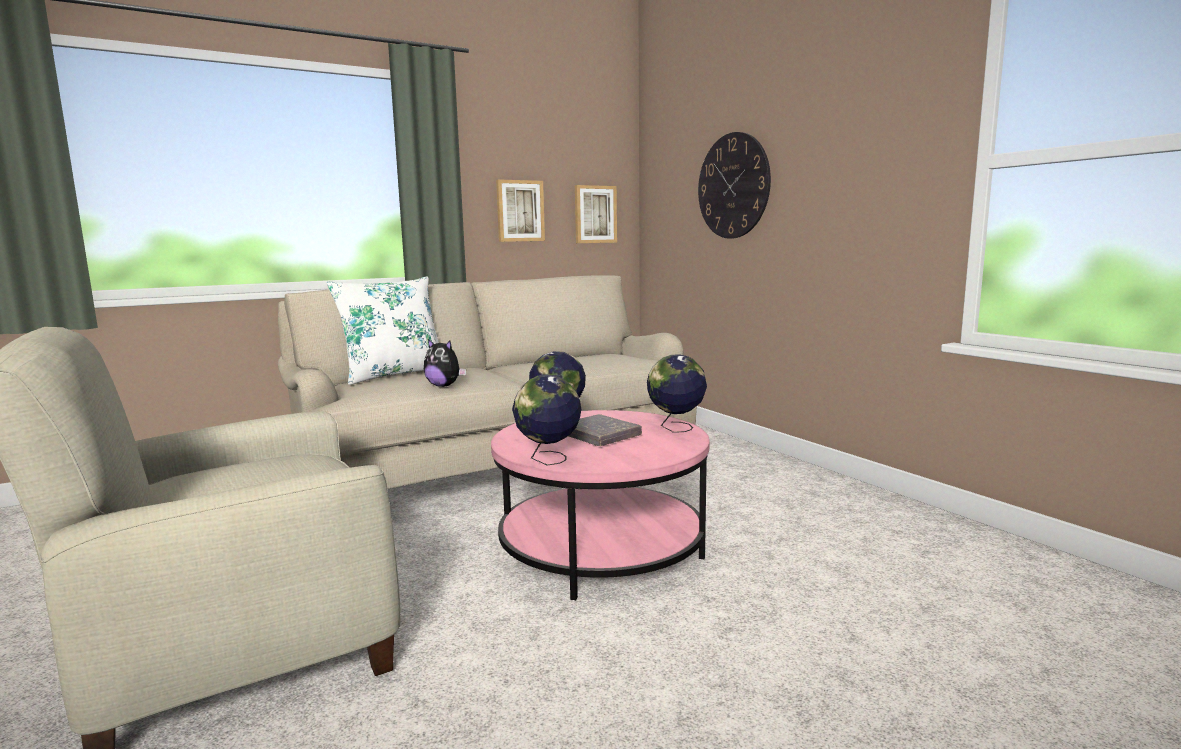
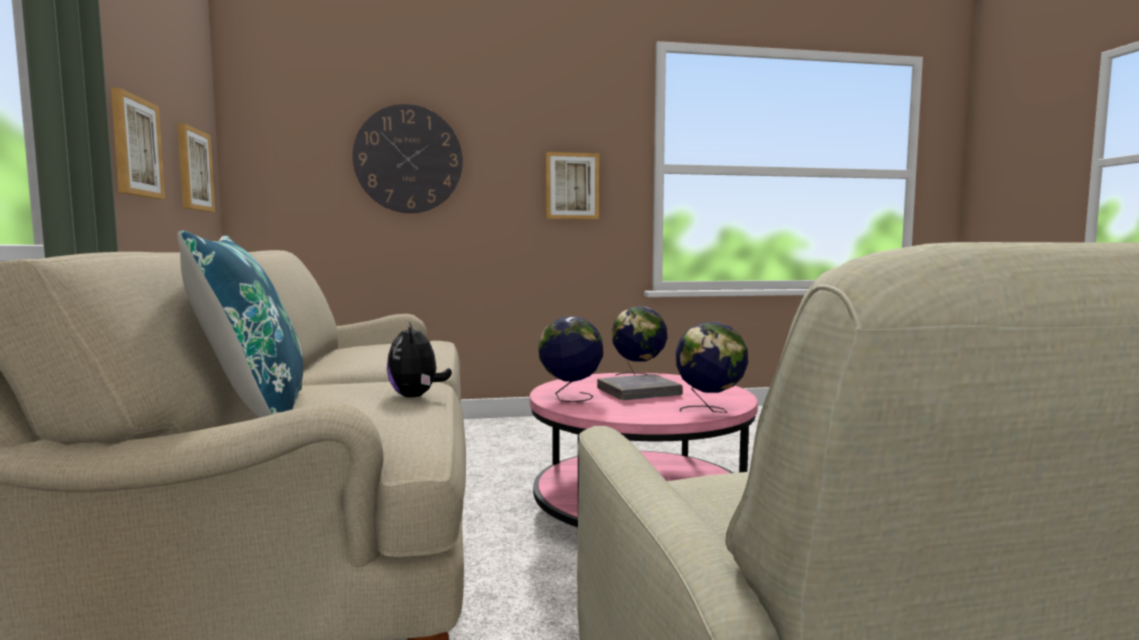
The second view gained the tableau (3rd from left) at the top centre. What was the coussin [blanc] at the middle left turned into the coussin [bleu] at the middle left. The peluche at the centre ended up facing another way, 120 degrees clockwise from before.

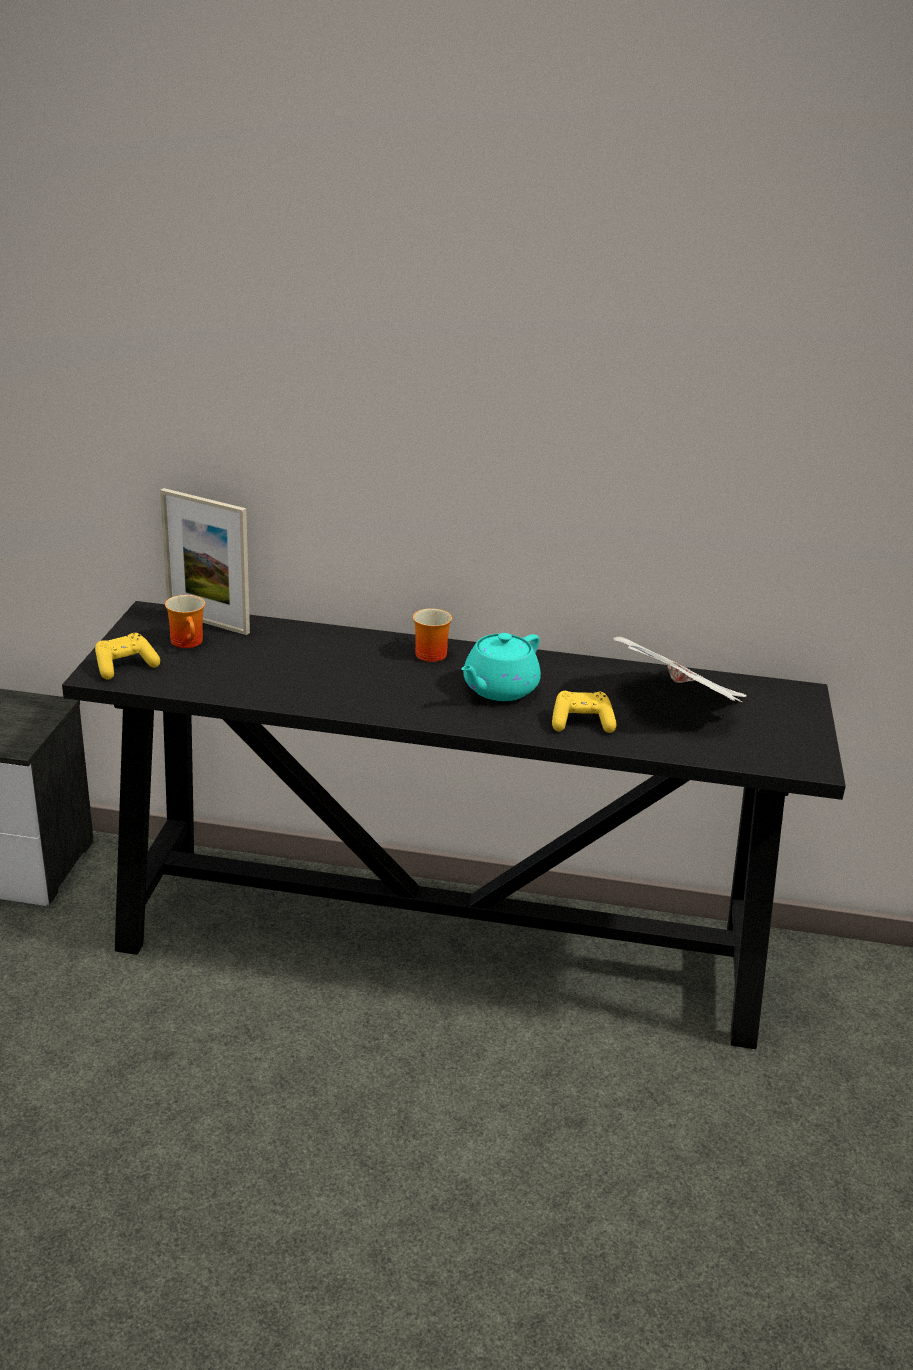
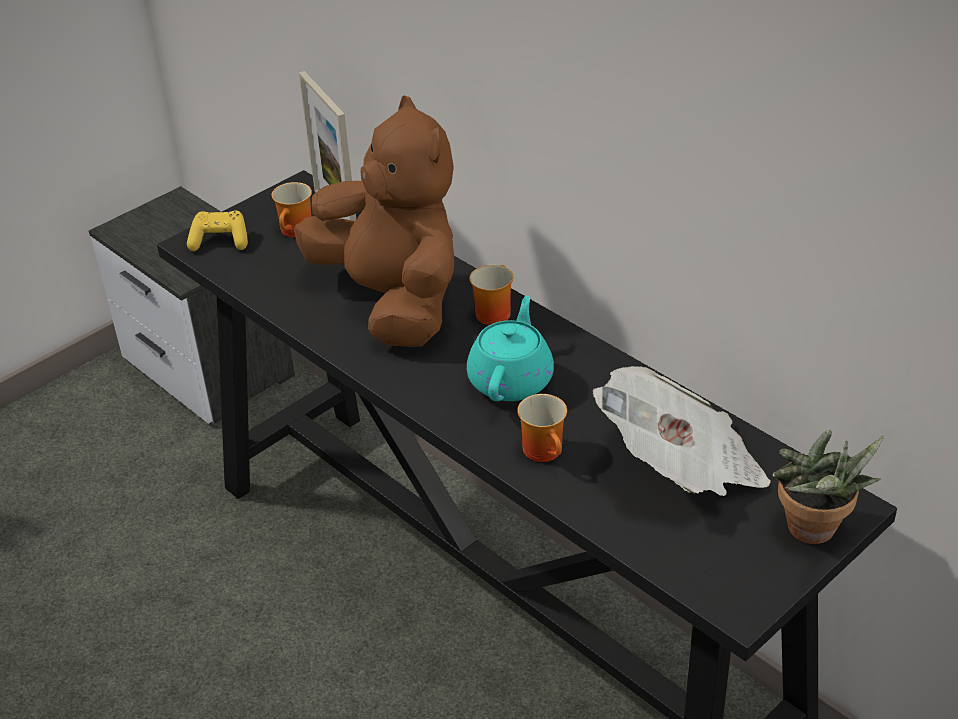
The second view gained the peluche [marron] at the top centre. The second view gained the plante en pot at the bottom right. Where the manette [jaune] (2nd from left) stood at the centre, the mug (3rd from left) came to stand at the centre. The théière [turquoise] at the centre ended up facing another way, 120 degrees clockwise from before.

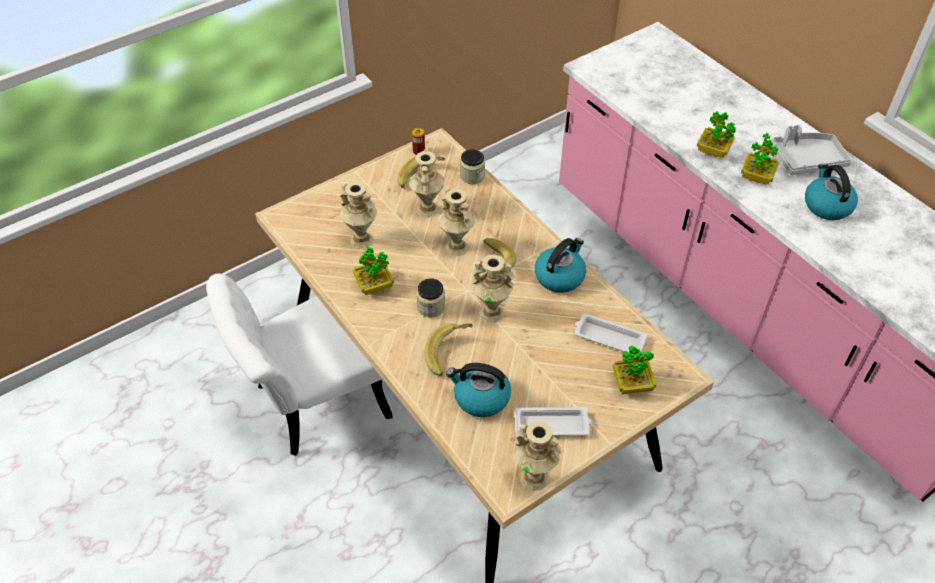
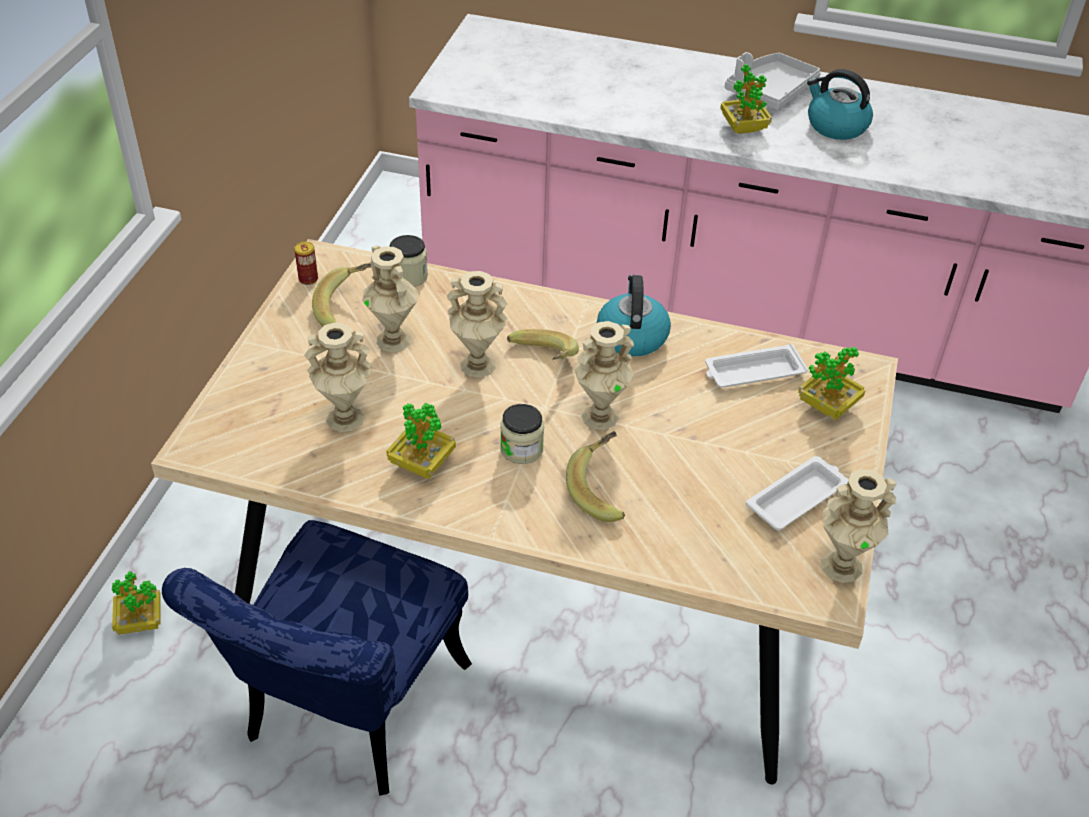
The second view lost the bouilloire (1st from left) at the bottom centre. The plante en pot (3rd from left in the first image) ended up elsewhere, having gone from the top right to the bottom left. What was the chaise [blanc] at the middle left turned into the chaise [bleu] at the bottom left.

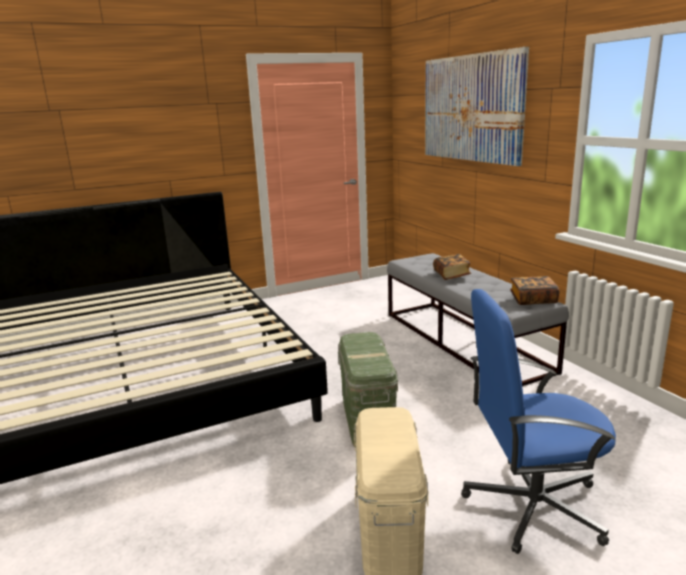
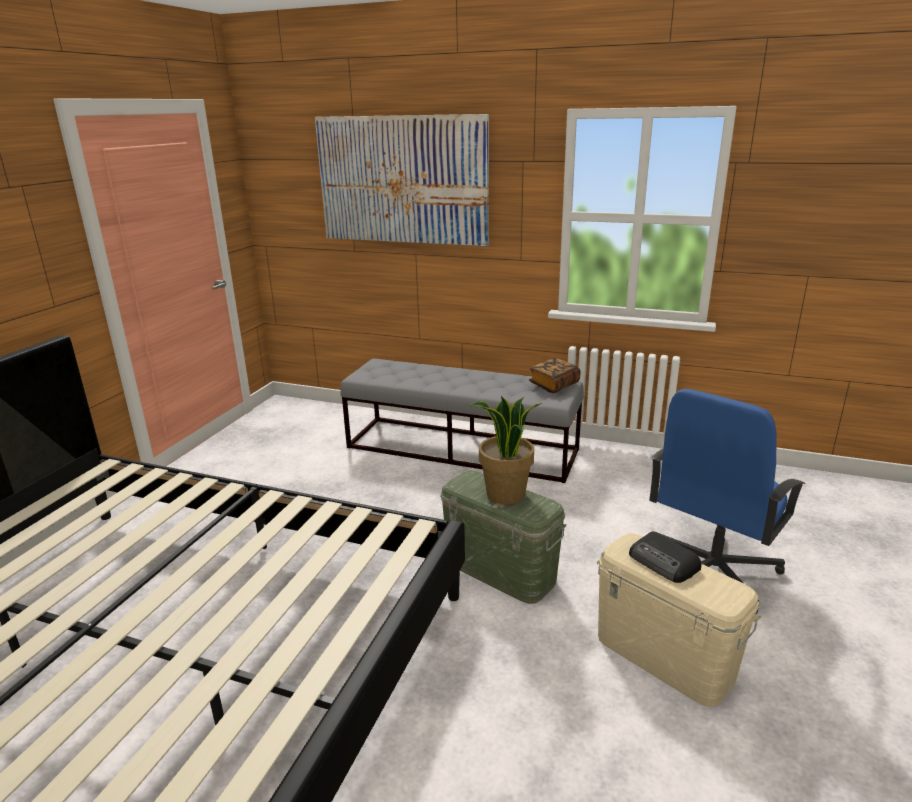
The second view lost the livre (1st from left) at the centre. The second view gained the plante en pot at the centre. The second view gained the radio at the bottom right.

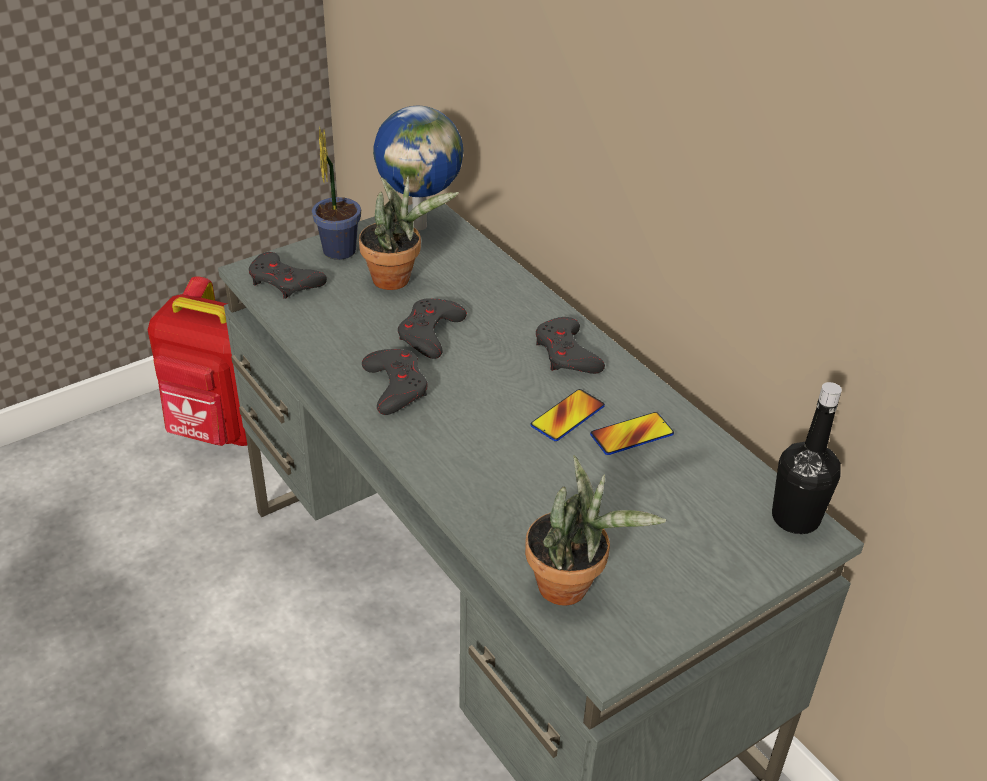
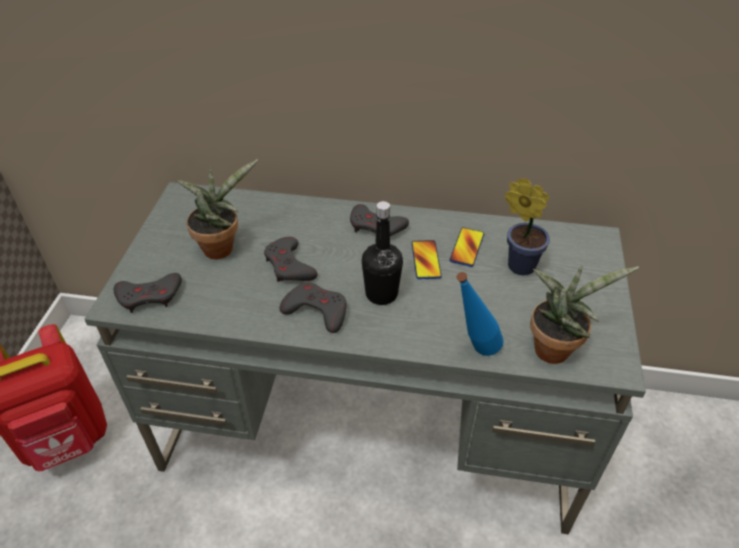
The second view lost the globe at the top centre. The second view gained the bouteille [bleu] at the centre. The plante en pot (1st from left in the first image) ended up elsewhere, having gone from the top centre to the middle right. The bouteille [noir] ended up elsewhere, having gone from the middle right to the centre.

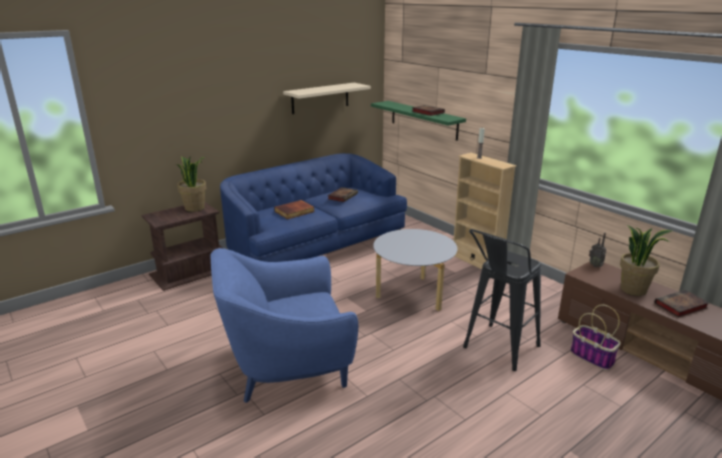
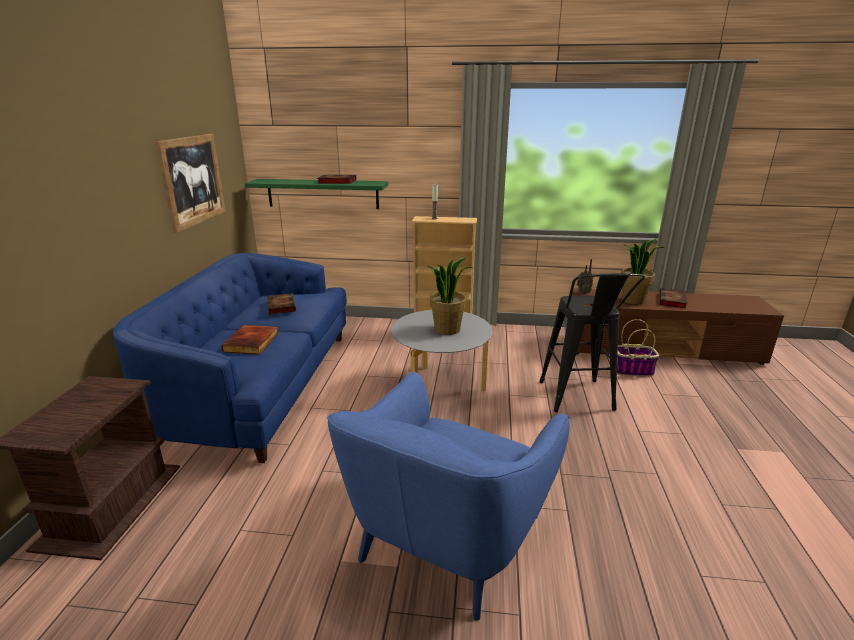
The plante en pot (1st from left) ended up elsewhere, having gone from the middle left to the centre. Where the étagère [beige] hung at the top centre, the tableau came to hang at the top left.

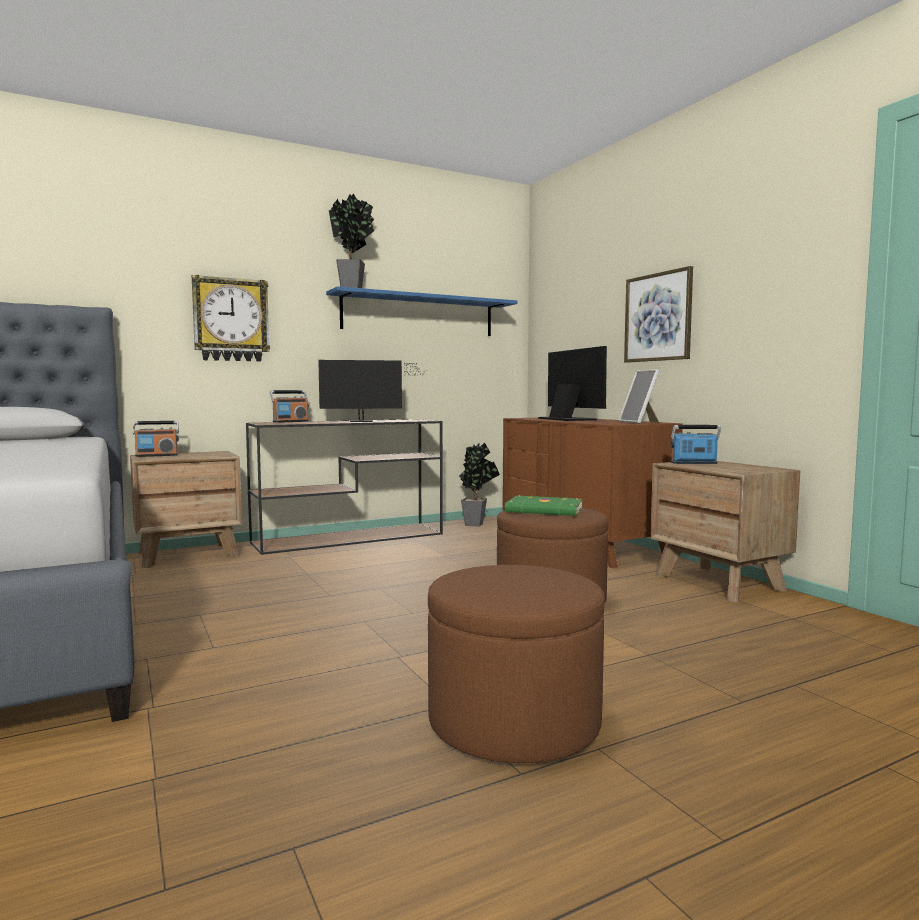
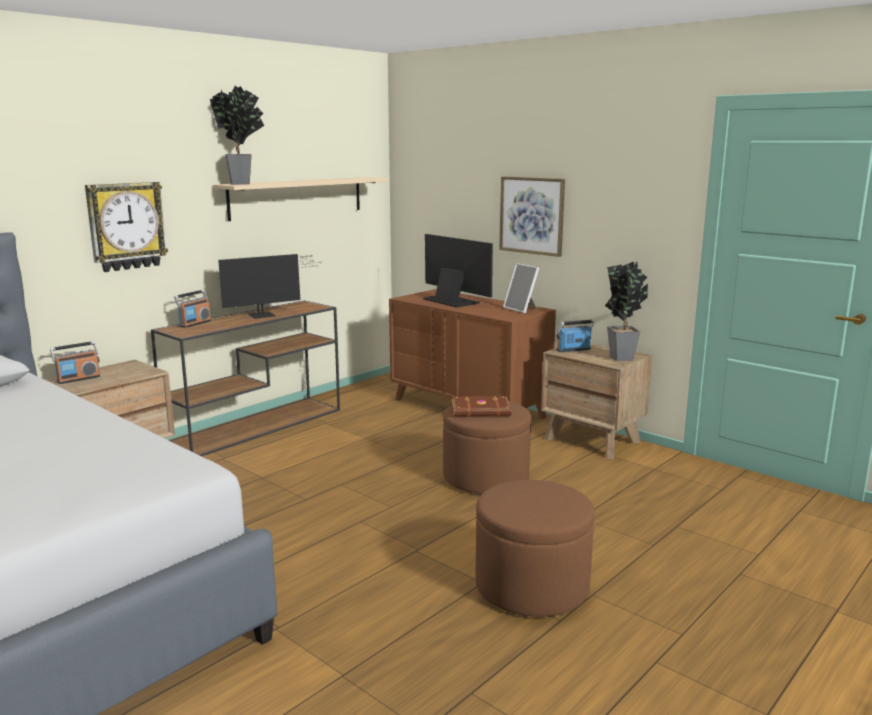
The plante en pot (2nd from left) ended up elsewhere, having gone from the centre to the middle right. What was the étagère [bleu] at the centre turned into the étagère [beige] at the top centre. What was the livre [vert] at the centre turned into the livre [marron] at the centre.

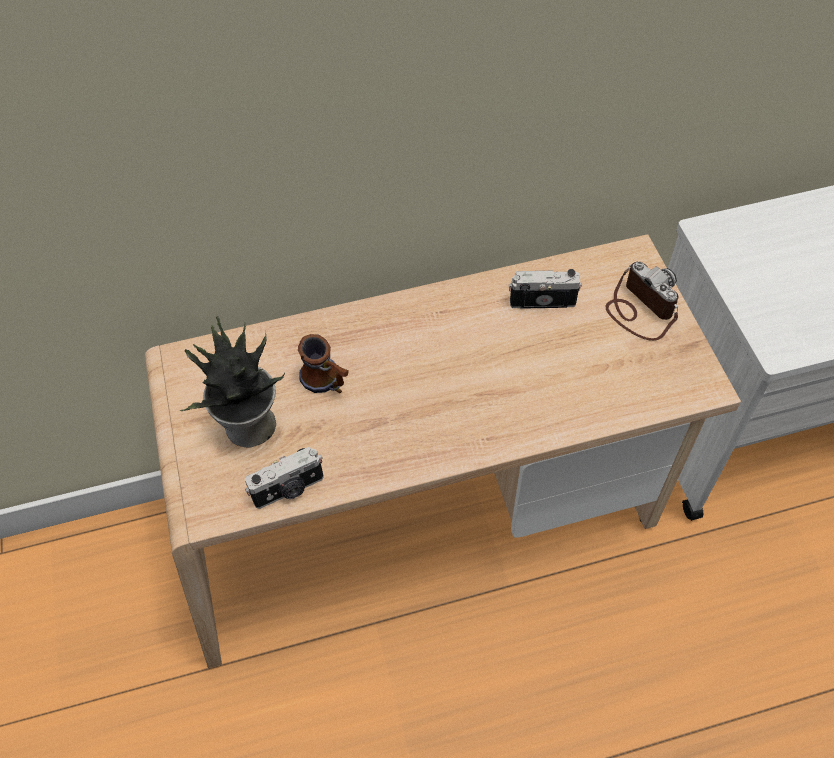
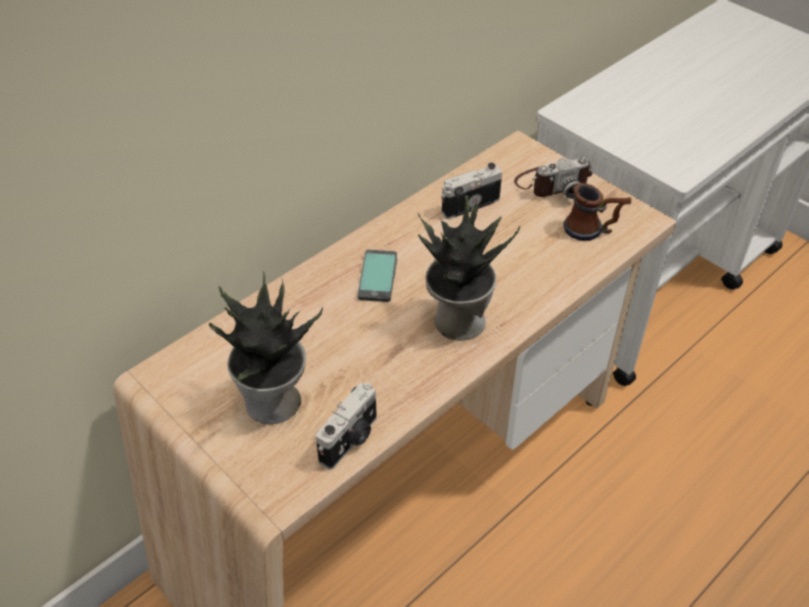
The second view gained the téléphone at the centre. The second view gained the plante en pot (2nd from left) at the centre. The mug ended up elsewhere, having gone from the centre to the middle right. The appareil photo (3rd from left) at the middle right ended up facing another way, 135 degrees clockwise from before.

